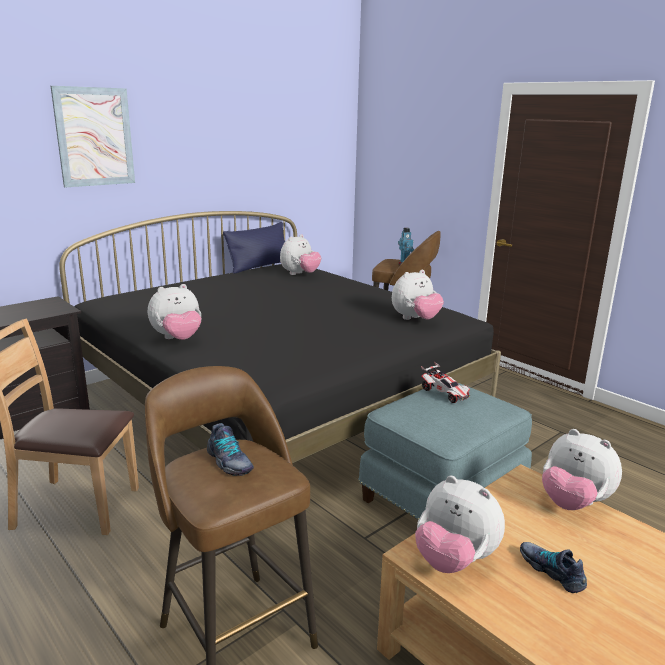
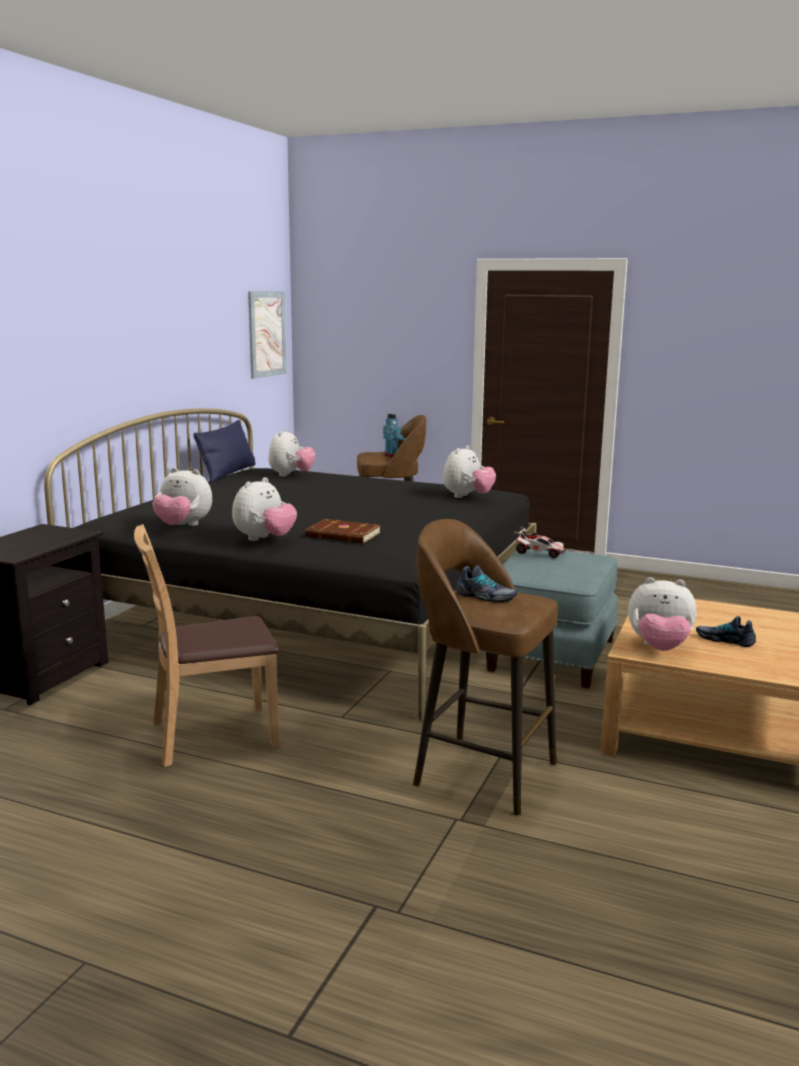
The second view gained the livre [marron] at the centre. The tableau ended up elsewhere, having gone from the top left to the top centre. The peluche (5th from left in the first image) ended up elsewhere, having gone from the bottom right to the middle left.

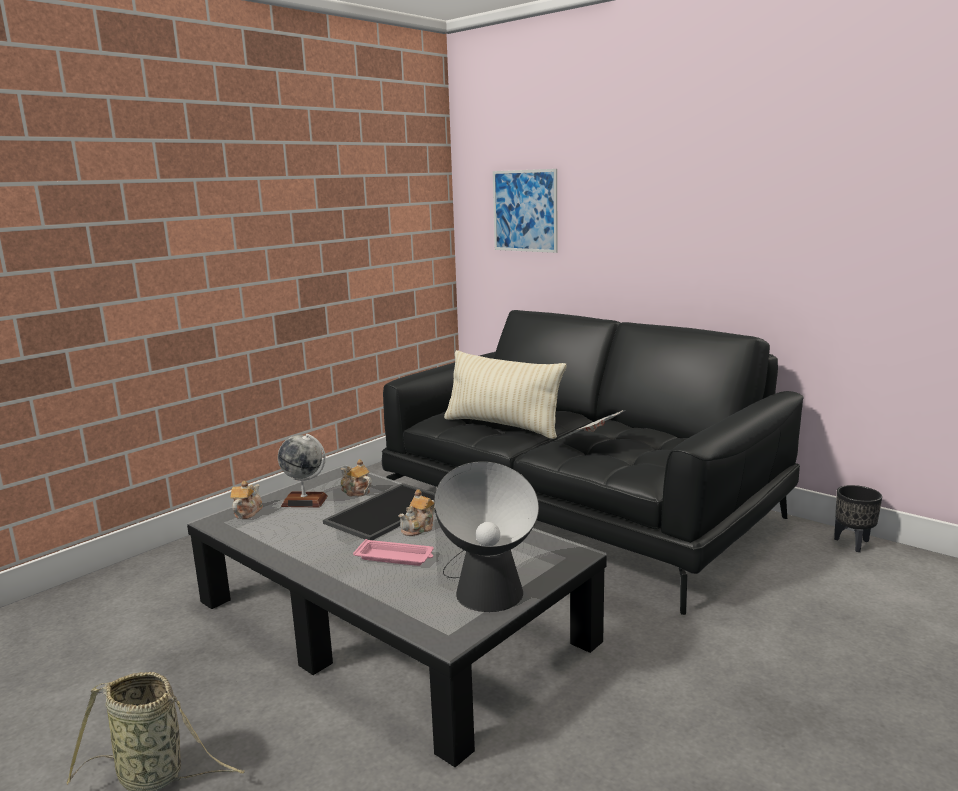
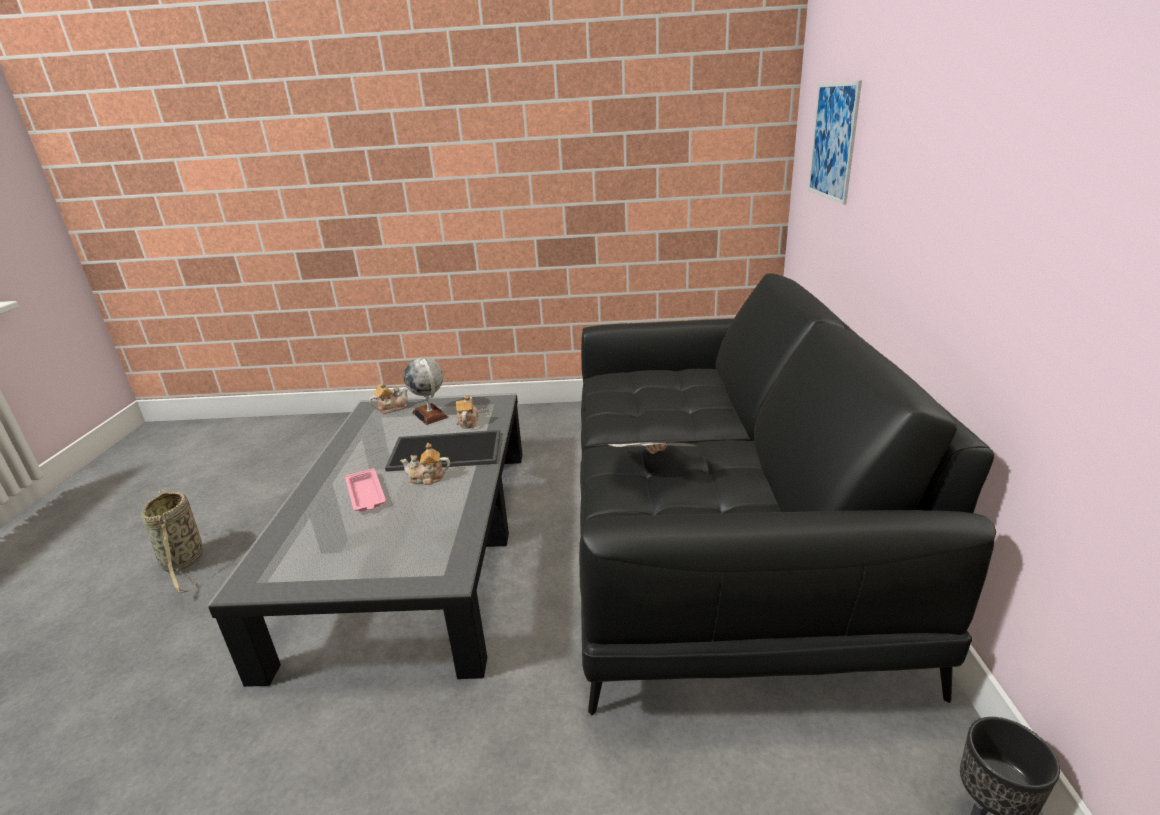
The second view lost the lampe de table at the bottom centre. The second view lost the coussin [beige] at the centre.

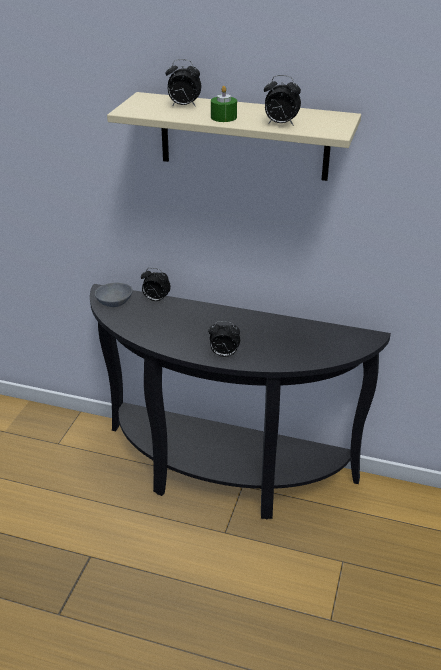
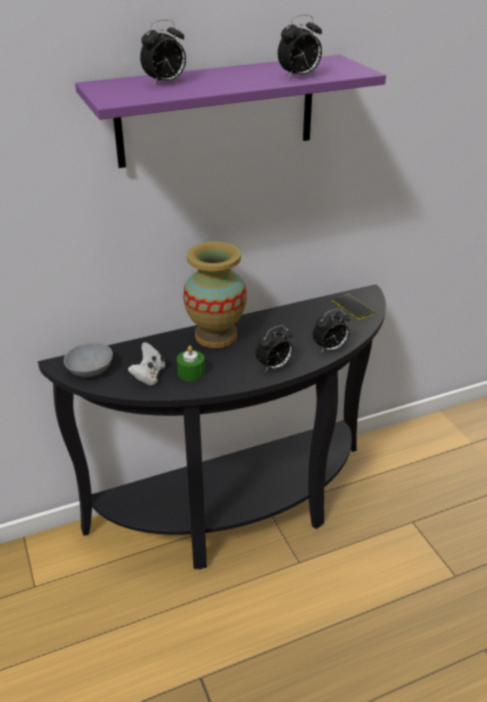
The second view gained the manette [blanc] at the middle left. The second view gained the vase at the centre. The second view gained the téléphone at the middle right. The réveil (1st from left in the first image) ended up elsewhere, having gone from the centre to the middle right. The bougie [vert] ended up elsewhere, having gone from the top centre to the centre. What was the étagère [beige] at the top centre turned into the étagère [violet] at the top centre.

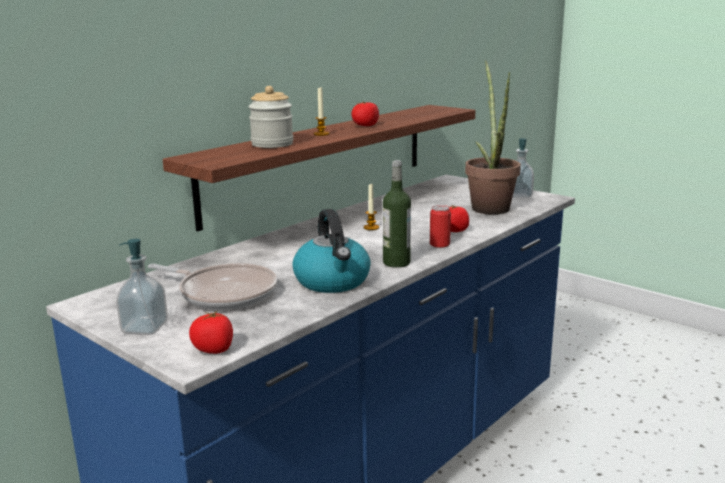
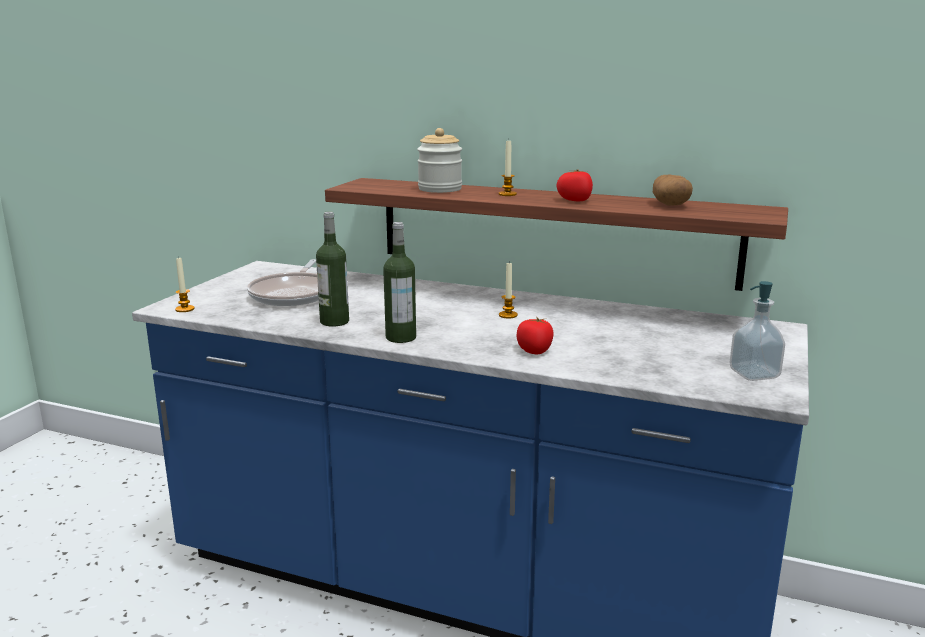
The second view lost the distributeur de savon (1st from left) at the middle left. The second view lost the boîte métallique at the centre. The second view lost the plante en pot at the top right. The second view gained the pomme de terre at the top right. Where the tomate (1st from left) stood at the bottom left, the bougie (1st from left) came to stand at the middle left. Where the bouilloire stood at the centre, the bouteille (1st from left) came to stand at the centre.

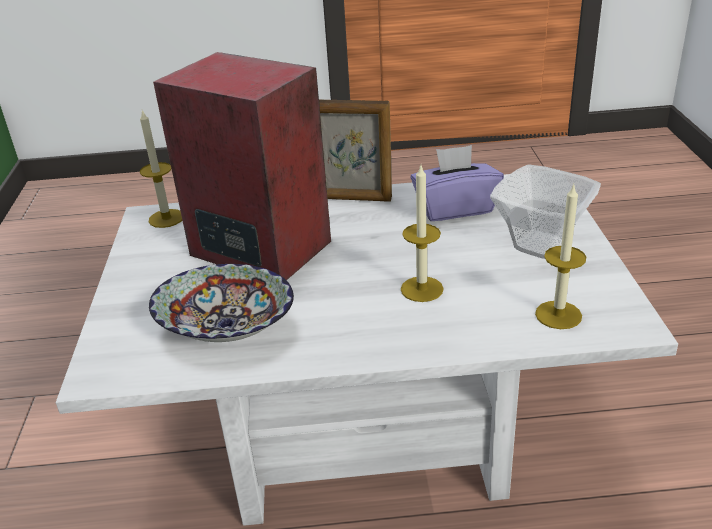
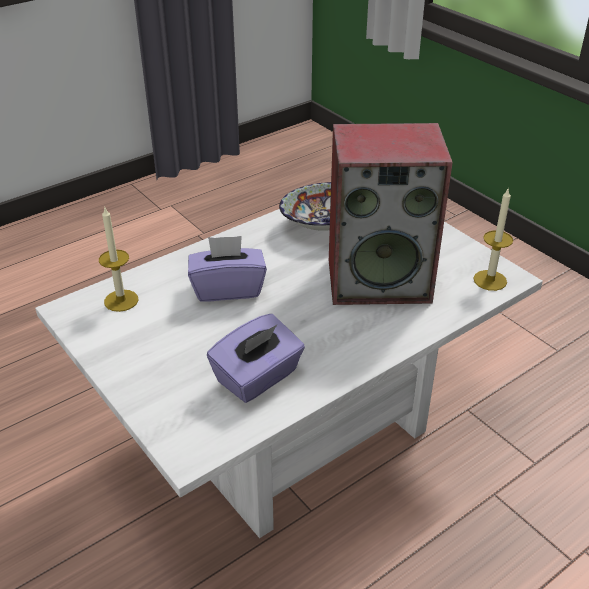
The second view lost the cadre photo at the top centre. The second view lost the bol (2nd from left) at the middle right. Where the bougie (2nd from left) stood at the centre, the boîte à mouchoirs [violet] (1st from left) came to stand at the centre.

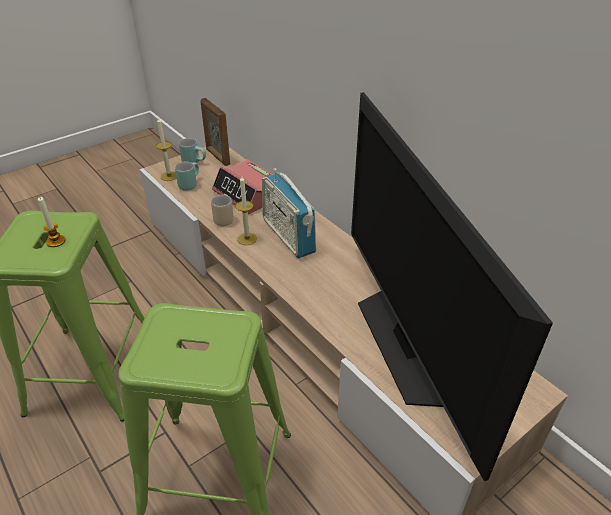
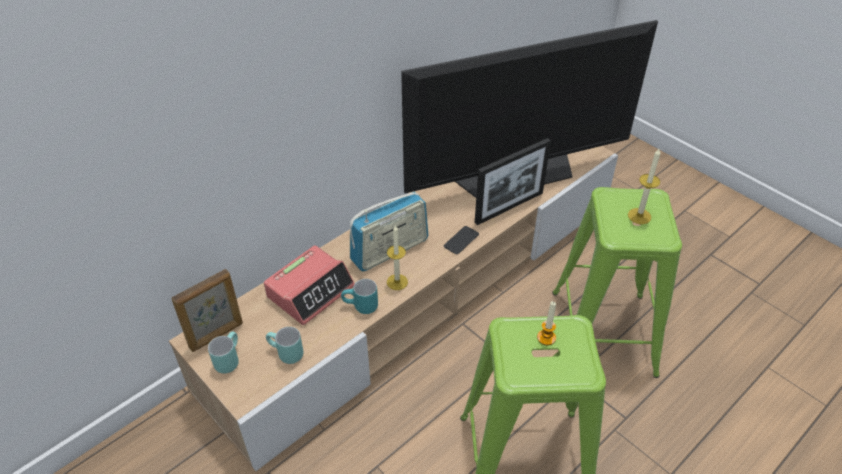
The second view gained the téléphone at the centre. The second view gained the cadre photo (2nd from left) at the centre. The bougie (2nd from left in the first image) ended up elsewhere, having gone from the top left to the middle right. What was the mug [beige] at the centre turned into the mug [turquoise] (3rd from left) at the centre.

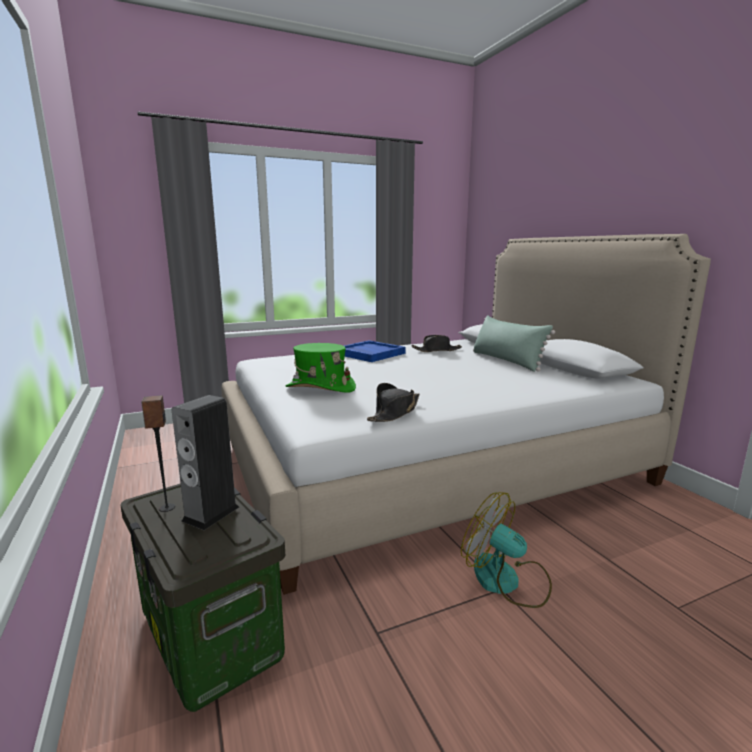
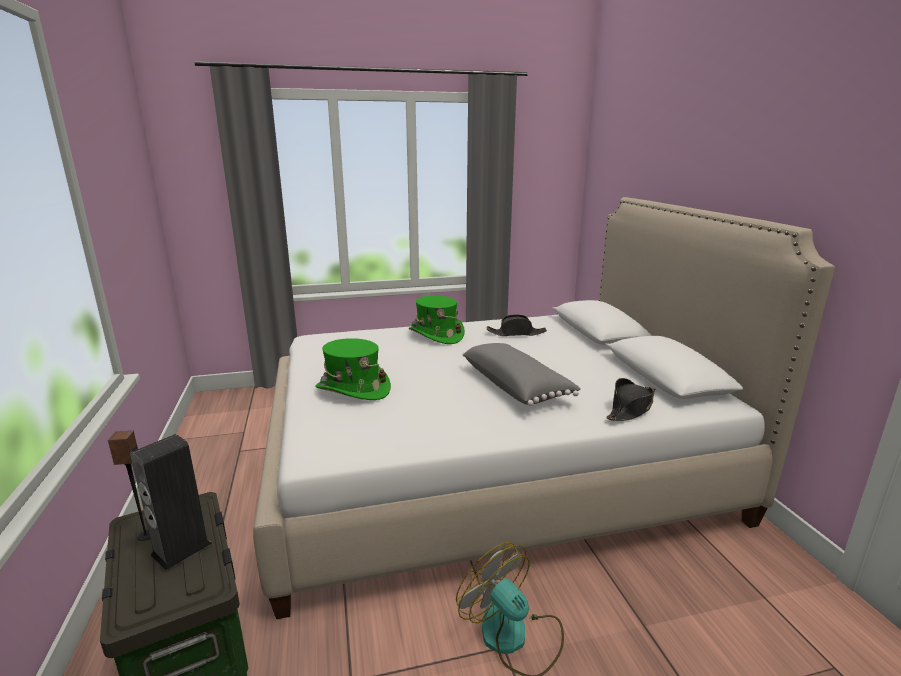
The second view lost the coussin [vert] at the middle right. The second view gained the coussin [gris] at the centre. The chapeau [noir] (1st from left in the first image) ended up elsewhere, having gone from the centre to the middle right. Where the plateau [bleu] stood at the centre, the chapeau [vert] (2nd from left) came to stand at the centre.

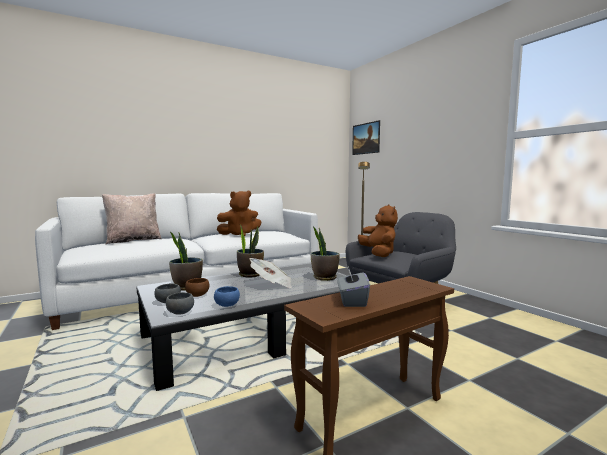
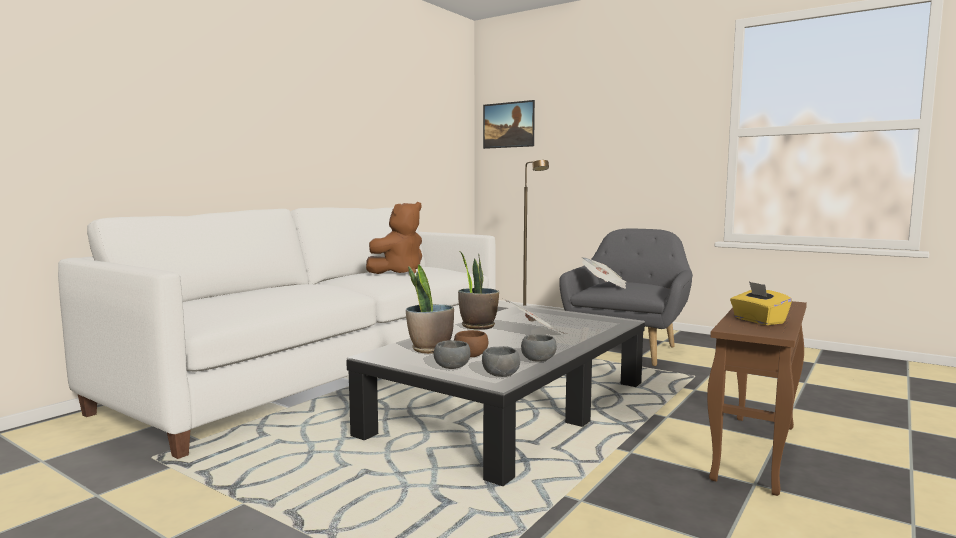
The second view lost the coussin [beige] at the middle left. The second view lost the plante en pot (3rd from left) at the centre. Where the peluche [marron] (2nd from left) stood at the centre, the journal (2nd from left) came to stand at the centre. What was the bol [bleu] at the centre turned into the bol [gris] (3rd from left) at the centre. What was the boîte à mouchoirs [gris] at the centre turned into the boîte à mouchoirs [jaune] at the middle right.

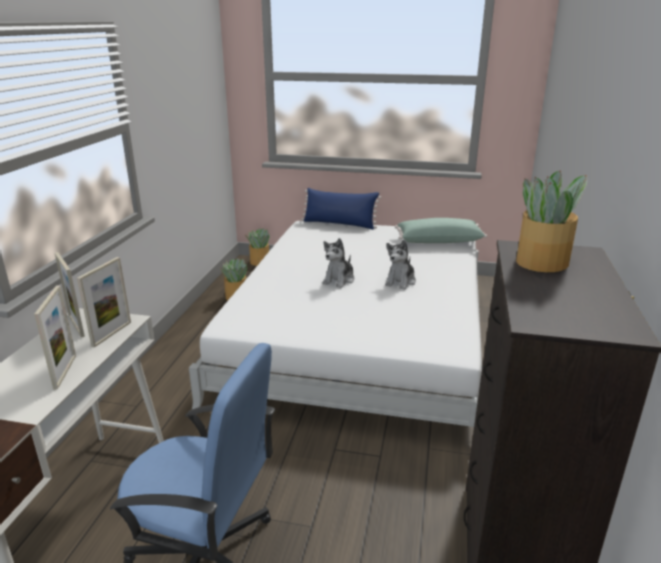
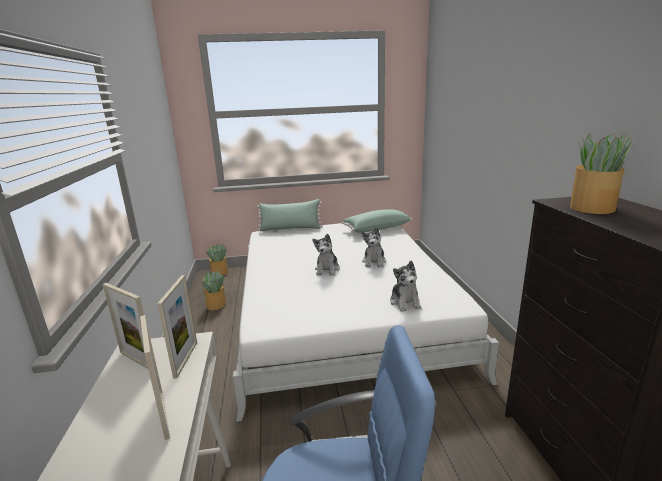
The second view gained the peluche (3rd from left) at the centre. What was the coussin [bleu] at the centre turned into the coussin [vert] (1st from left) at the centre.

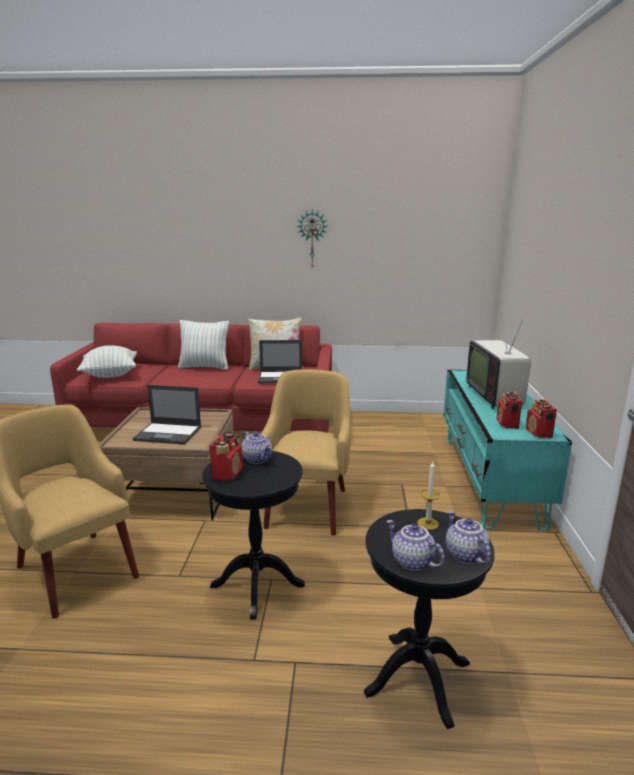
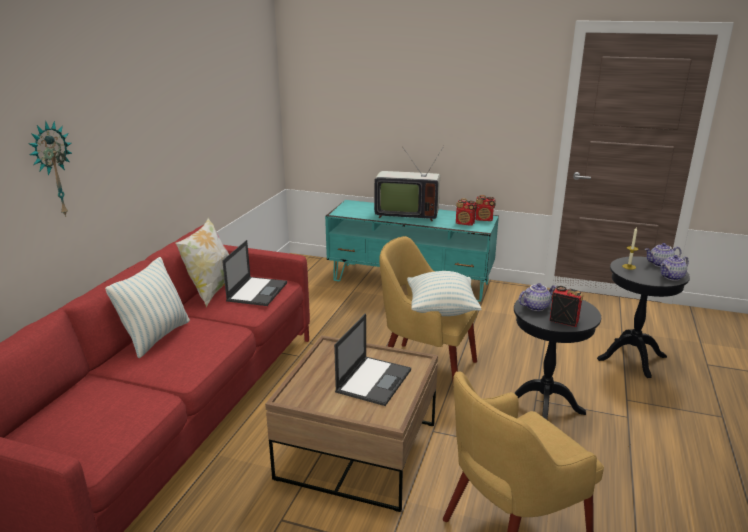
The coussin (1st from left in the first image) ended up elsewhere, having gone from the middle left to the centre. The horloge murale ended up elsewhere, having gone from the top centre to the top left.

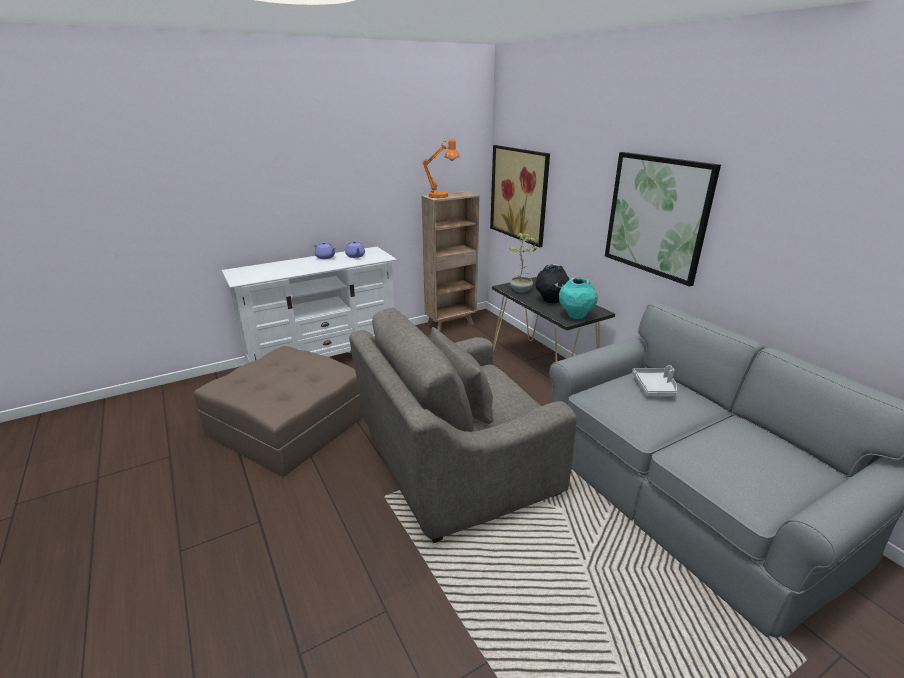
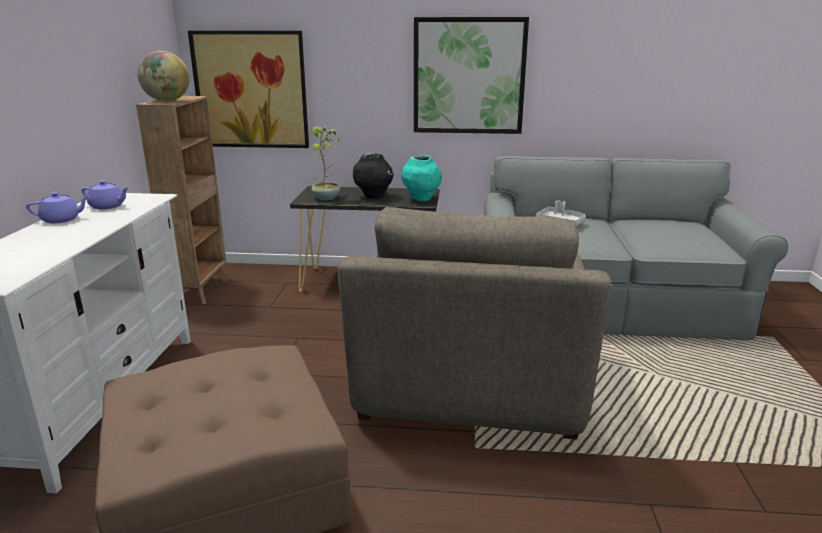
Where the lampe de table [orange] stood at the top centre, the globe came to stand at the top left.

